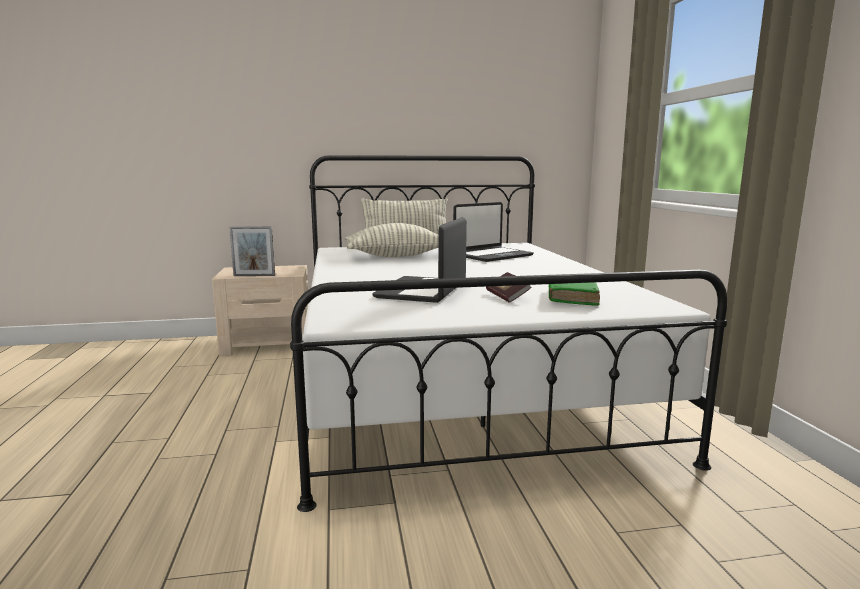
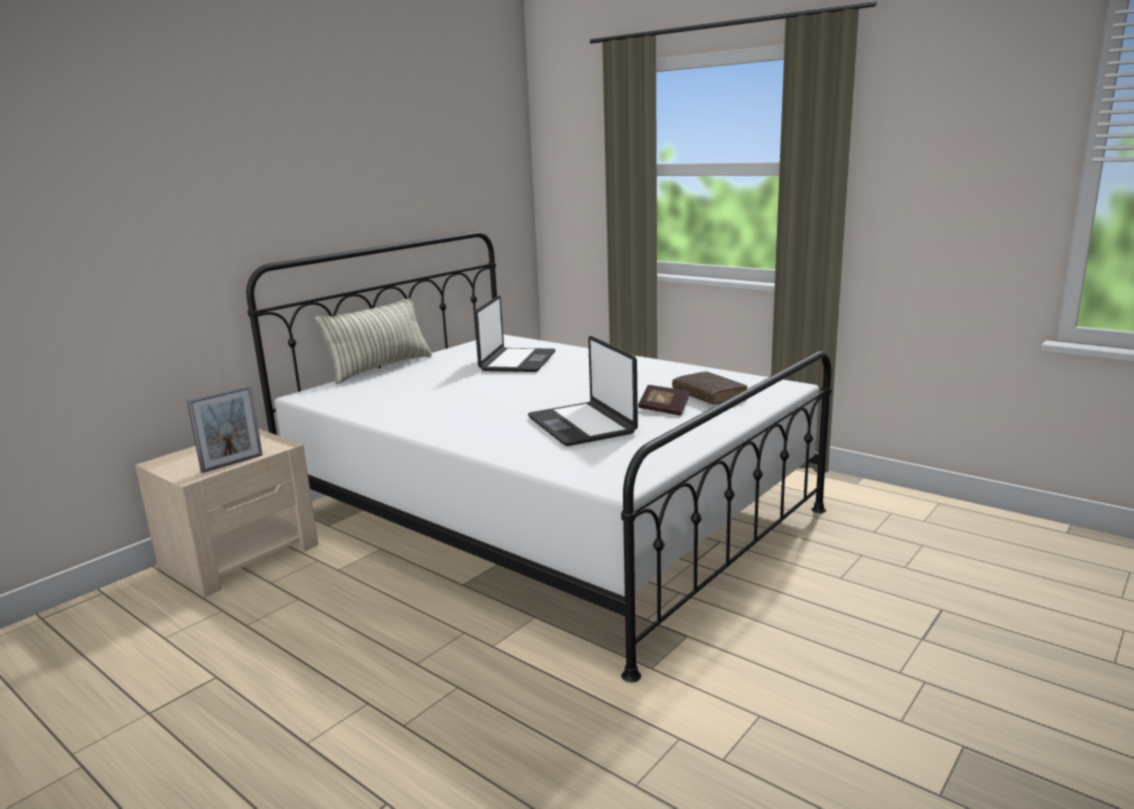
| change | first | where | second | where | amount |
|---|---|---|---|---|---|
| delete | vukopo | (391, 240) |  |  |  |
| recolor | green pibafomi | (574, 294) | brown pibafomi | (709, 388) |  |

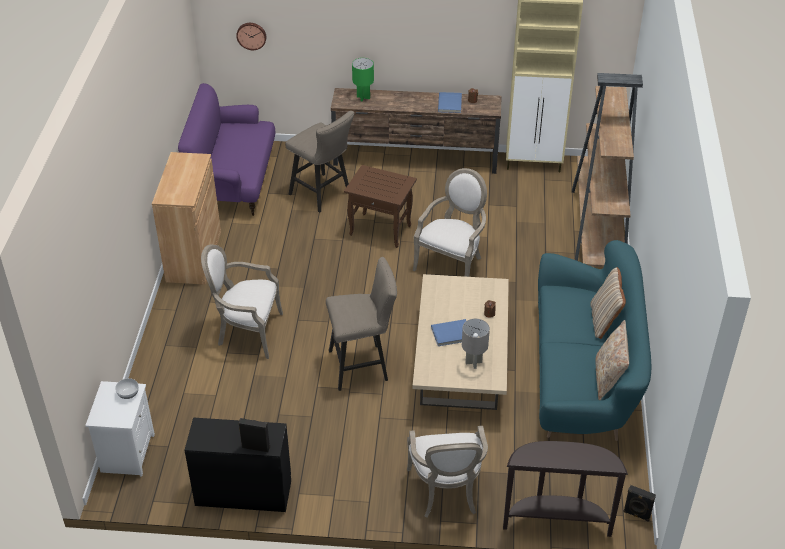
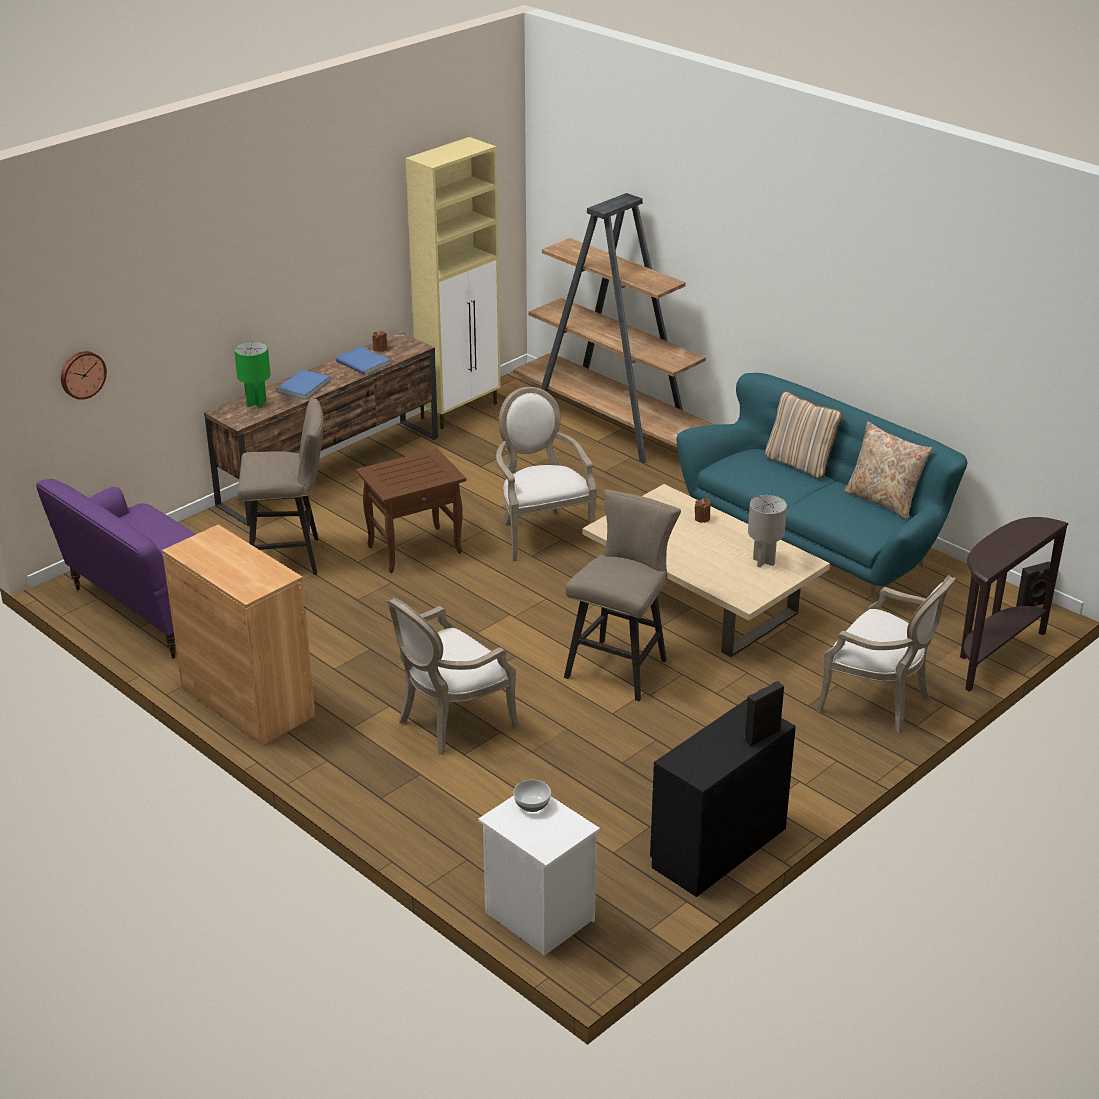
| change | first | where | second | where | amount |
|---|---|---|---|---|---|
| move | blue pibafomi | (452, 332) |  | (303, 385) |  |

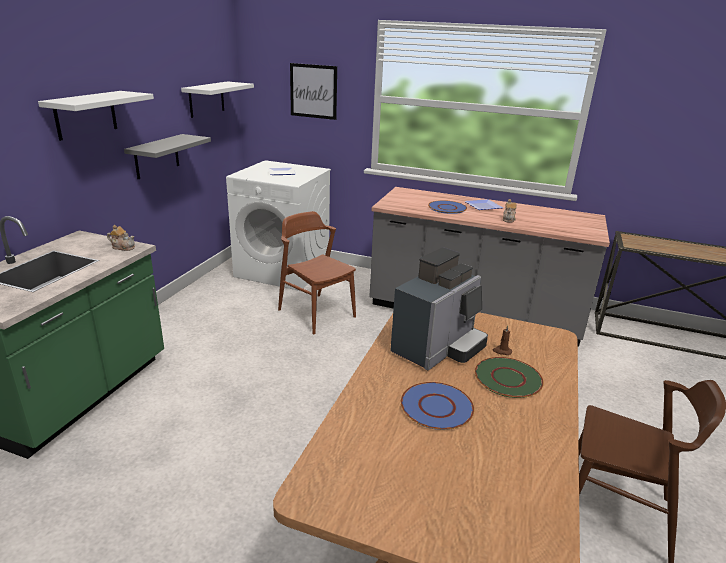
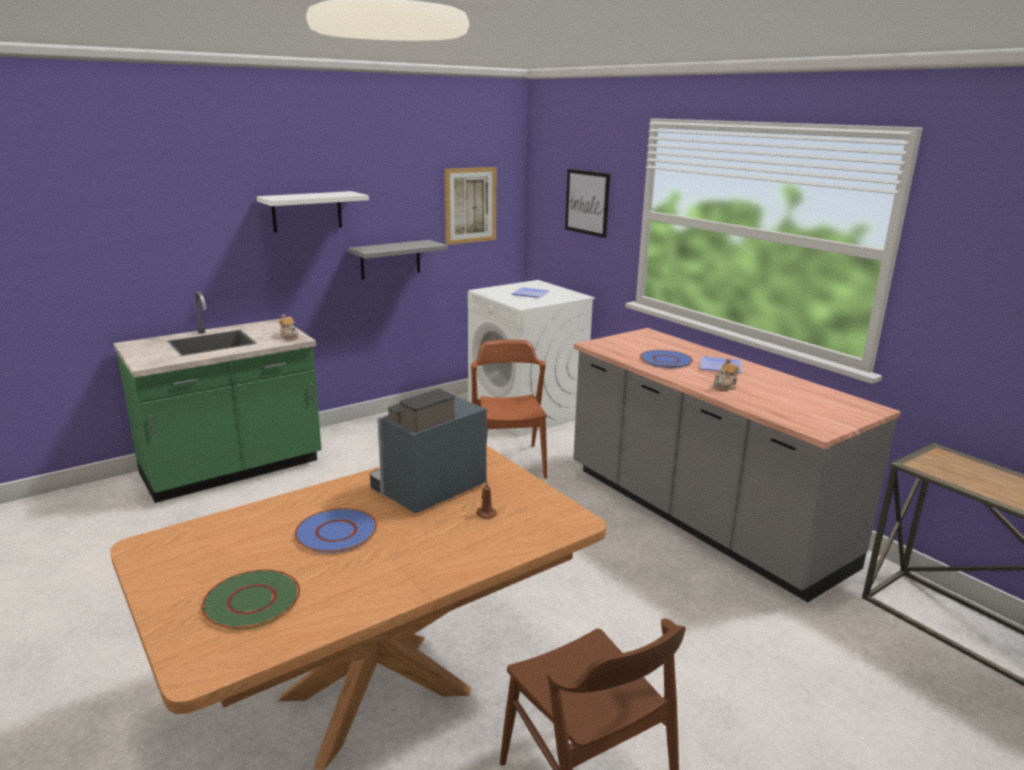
| change | first | where | second | where | amount |
|---|---|---|---|---|---|
| replace | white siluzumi | (217, 99) | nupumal | (470, 206) |  |
| rotate | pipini | (439, 308) |  | (428, 451) | 150 degrees clockwise |
| move | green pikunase | (509, 377) |  | (250, 599) |  |

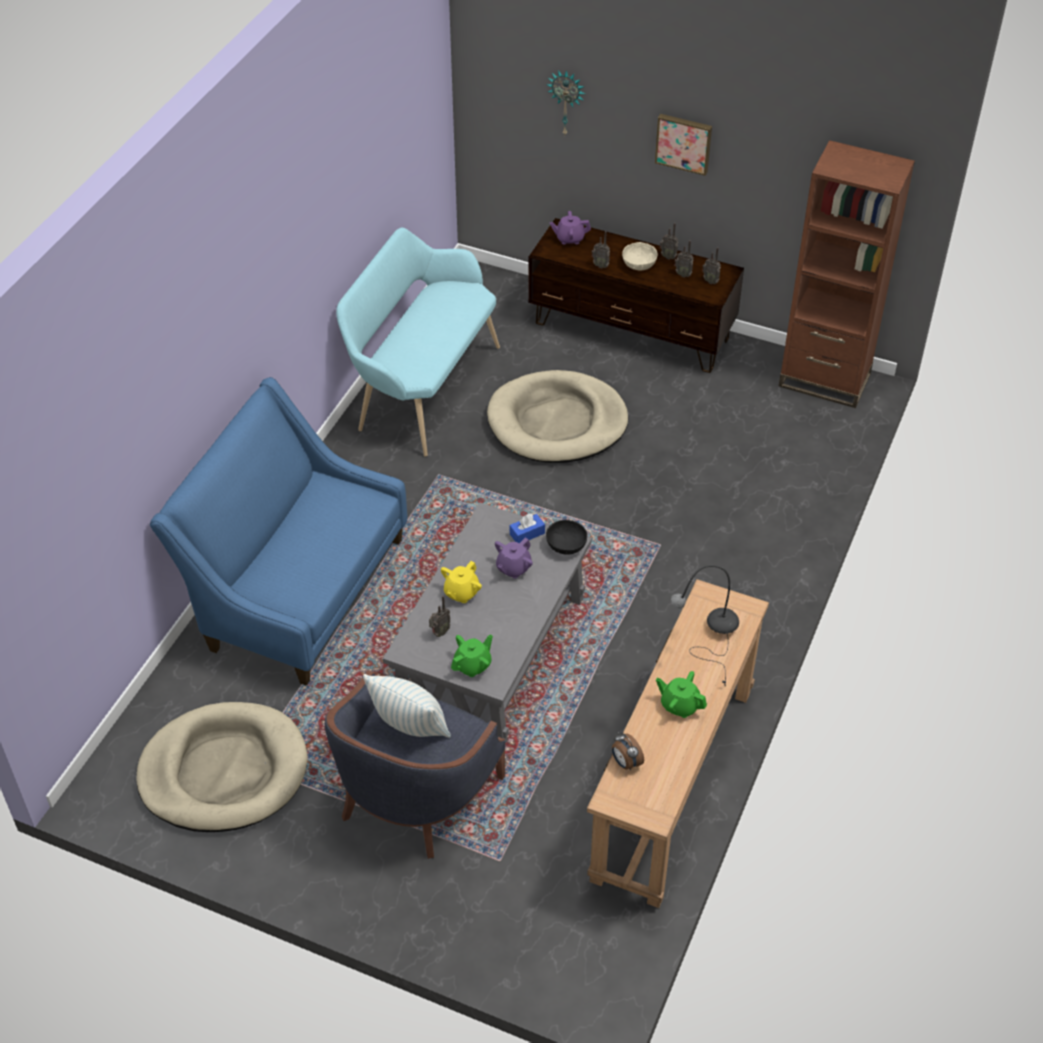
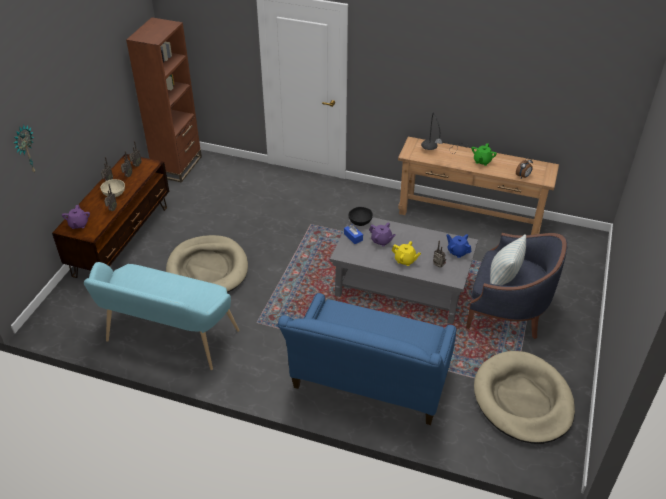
| change | first | where | second | where | amount |
|---|---|---|---|---|---|
| delete | nupumal | (683, 145) |  |  |  |
| recolor | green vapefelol | (472, 655) | blue vapefelol | (459, 246) |  |

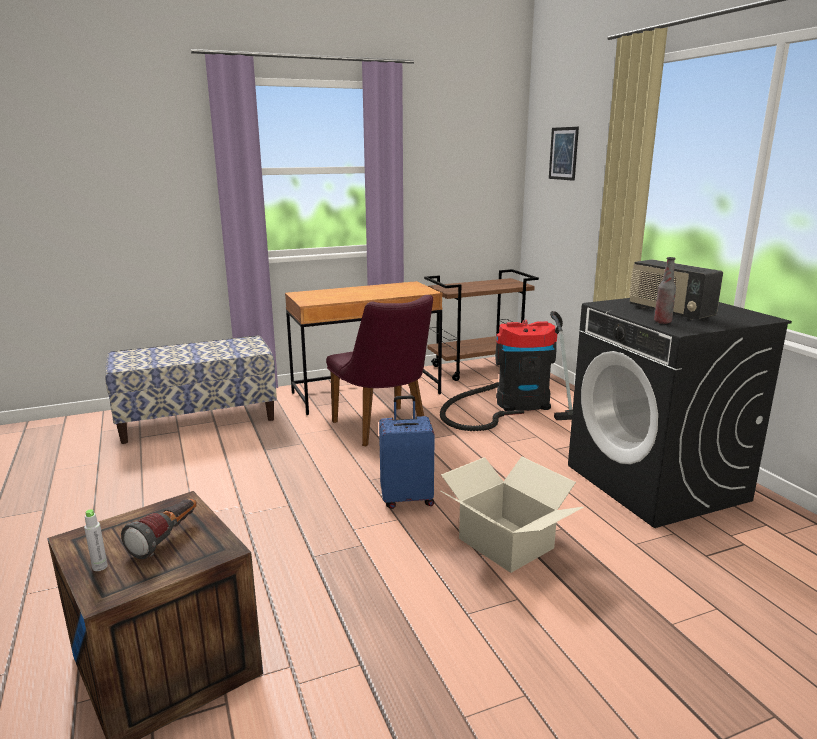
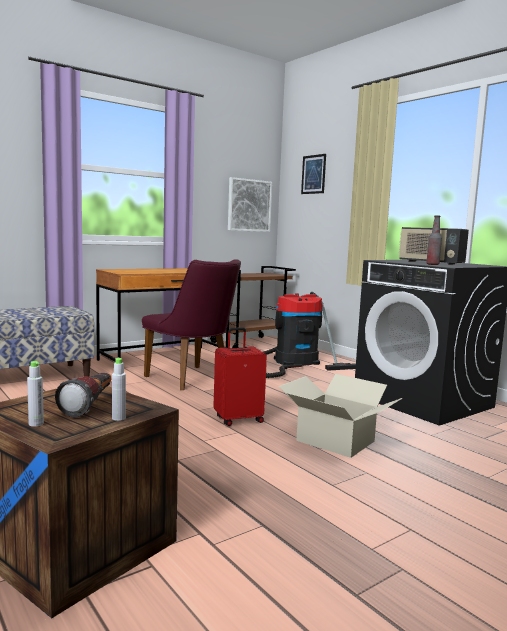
| change | first | where | second | where | amount |
|---|---|---|---|---|---|
| recolor | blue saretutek | (407, 452) | red saretutek | (240, 376) |  |
| insert |  |  | nupumal | (250, 204) |  |
| insert |  |  | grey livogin | (119, 389) |  |

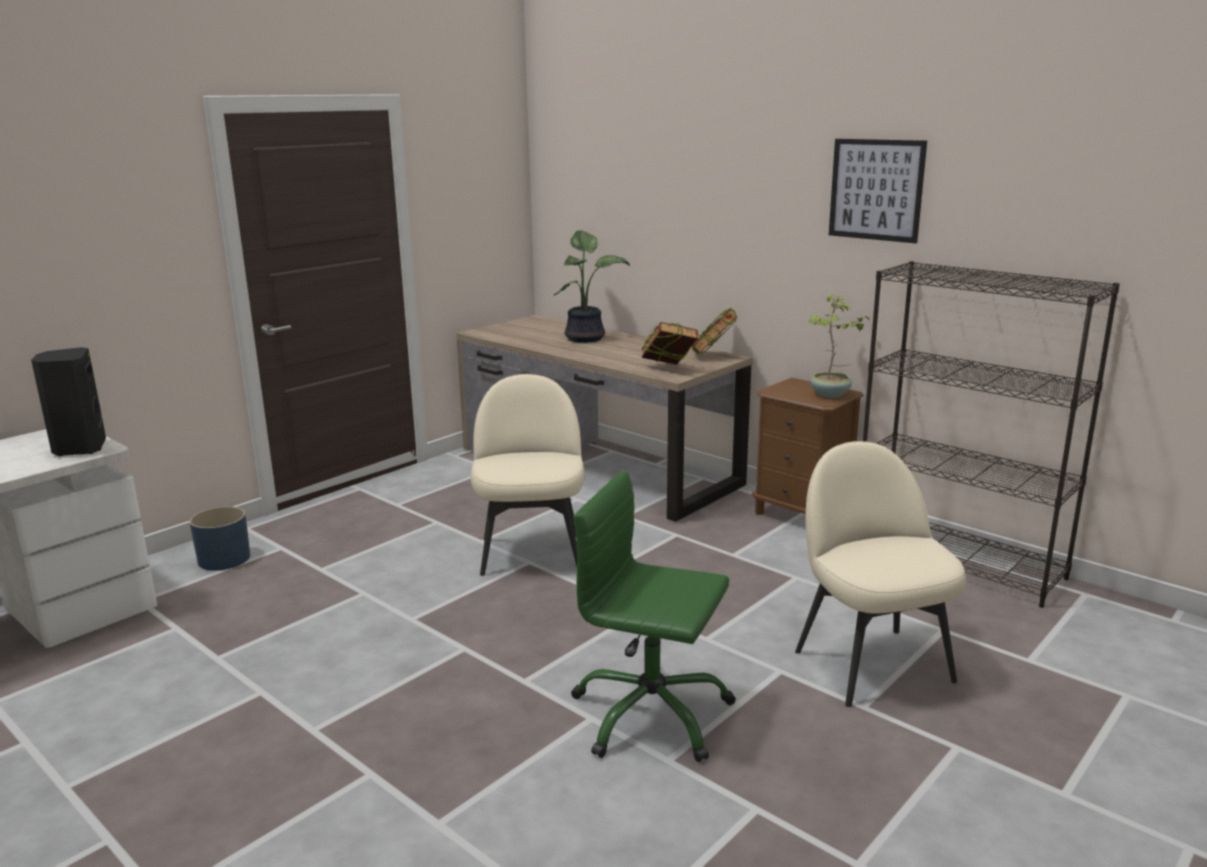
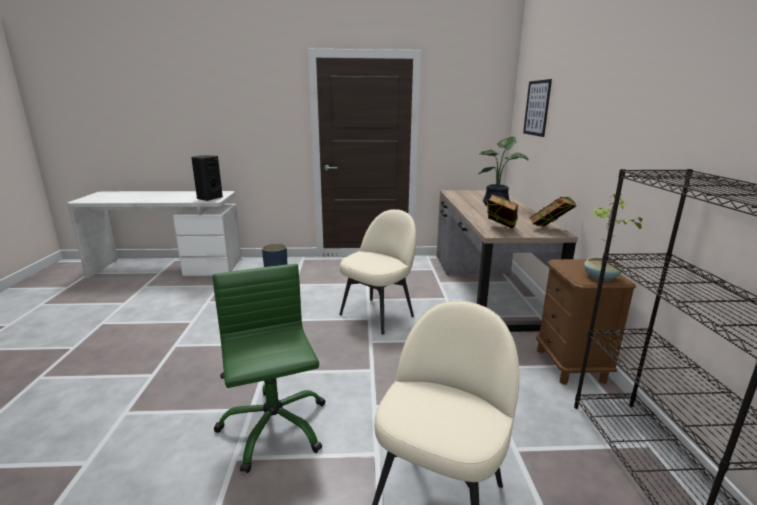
| change | first | where | second | where | amount |
|---|---|---|---|---|---|
| move | nupumal | (878, 191) |  | (537, 108) |  |

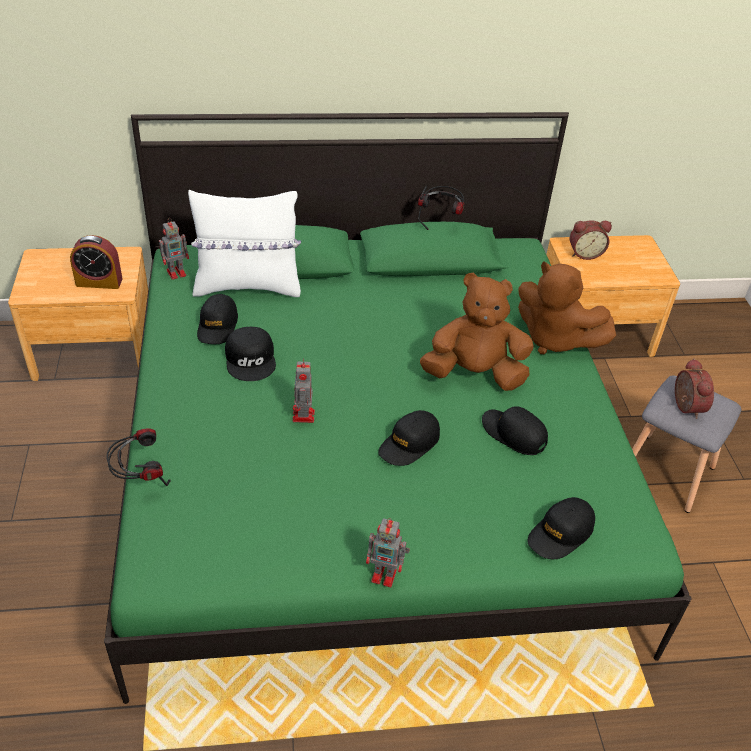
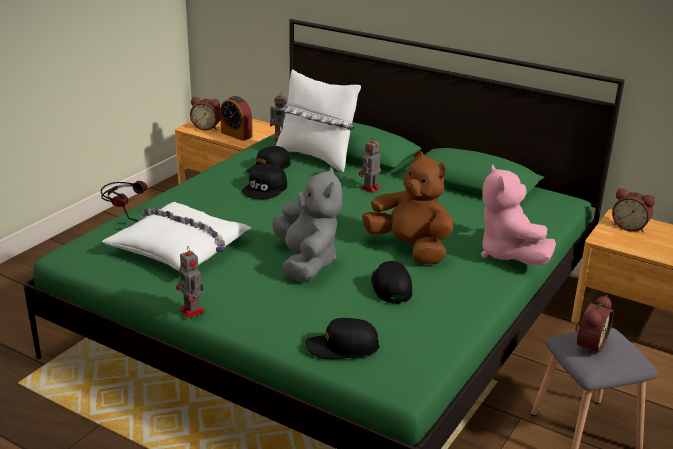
| change | first | where | second | where | amount |
|---|---|---|---|---|---|
| delete | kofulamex | (441, 207) |  |  |  |
| recolor | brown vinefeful | (567, 308) | pink vinefeful | (518, 215) |  |
| move | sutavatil | (304, 390) |  | (370, 164) |  |
| replace | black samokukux | (409, 438) | grey vinefeful | (307, 224) |  |
| insert |  |  | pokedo | (205, 113) |  |
| insert |  |  | white vukopo | (176, 236) |  |

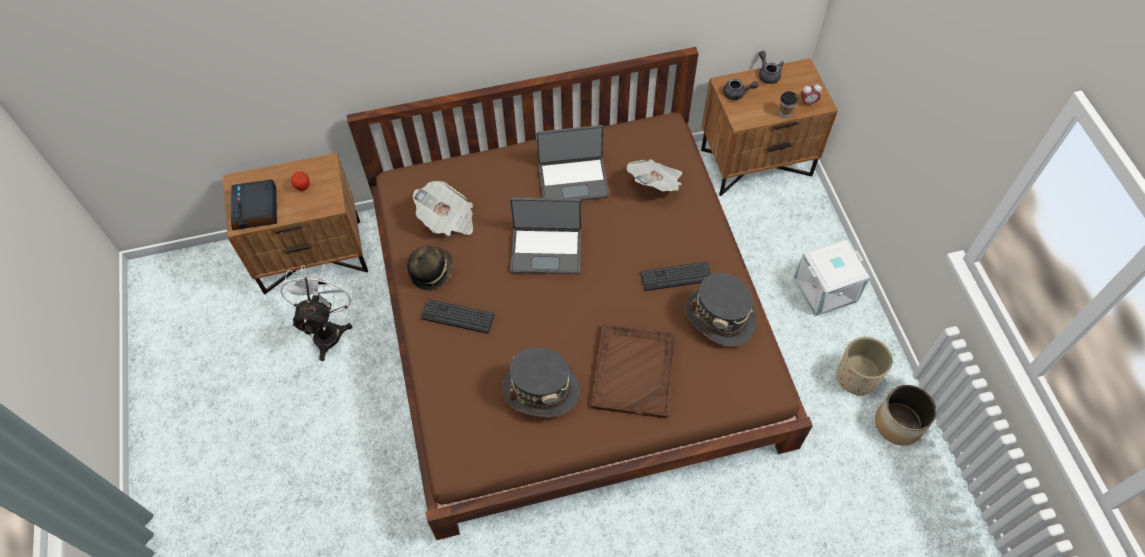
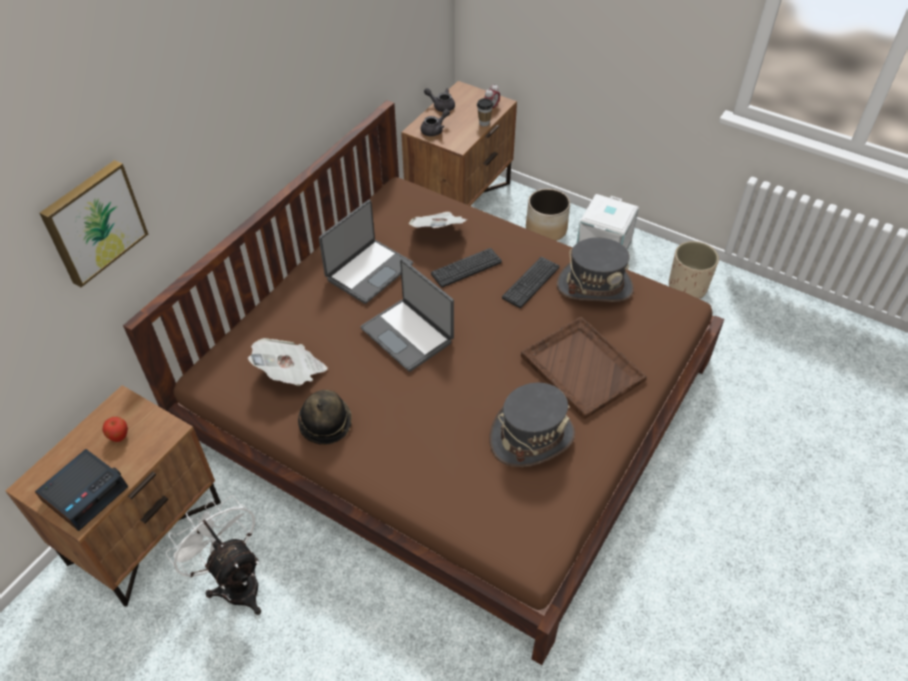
| change | first | where | second | where | amount |
|---|---|---|---|---|---|
| rotate | pokedo | (254, 205) |  | (82, 490) | 90 degrees counterclockwise |
| rotate | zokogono | (545, 235) |  | (407, 315) | 90 degrees clockwise |
| move | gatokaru | (458, 316) |  | (466, 268) |  |
| move | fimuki | (905, 415) |  | (548, 215) |  |
| insert |  |  | nupumal | (94, 223) |  |

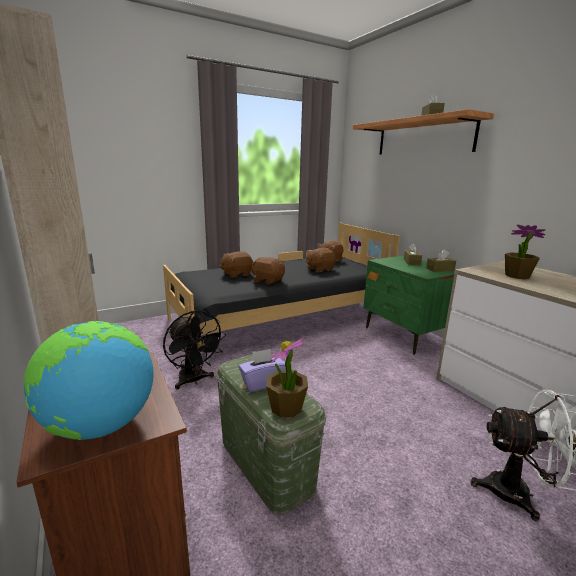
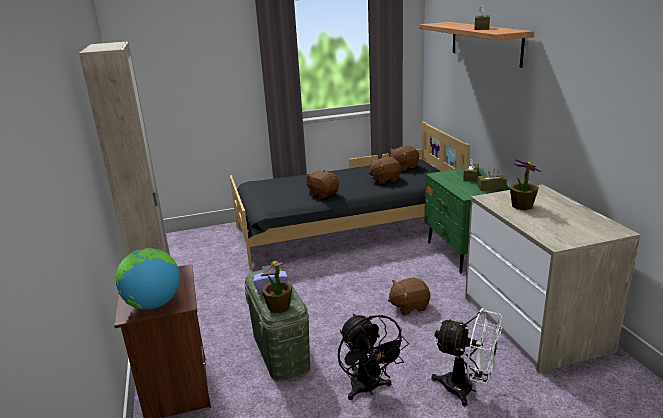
| change | first | where | second | where | amount |
|---|---|---|---|---|---|
| move | brown vinefeful | (236, 264) |  | (409, 296) |  |
| move | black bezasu | (194, 350) |  | (373, 357) |  |

